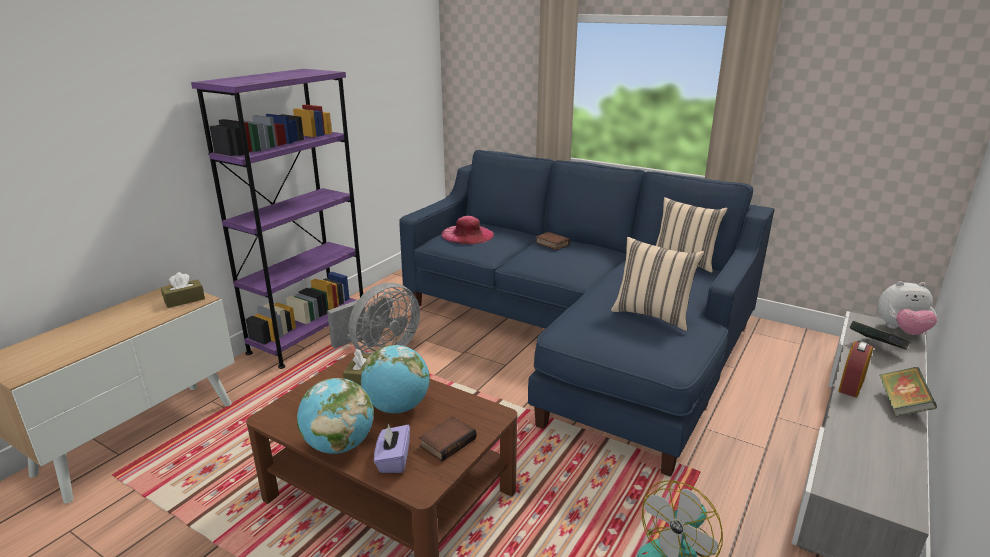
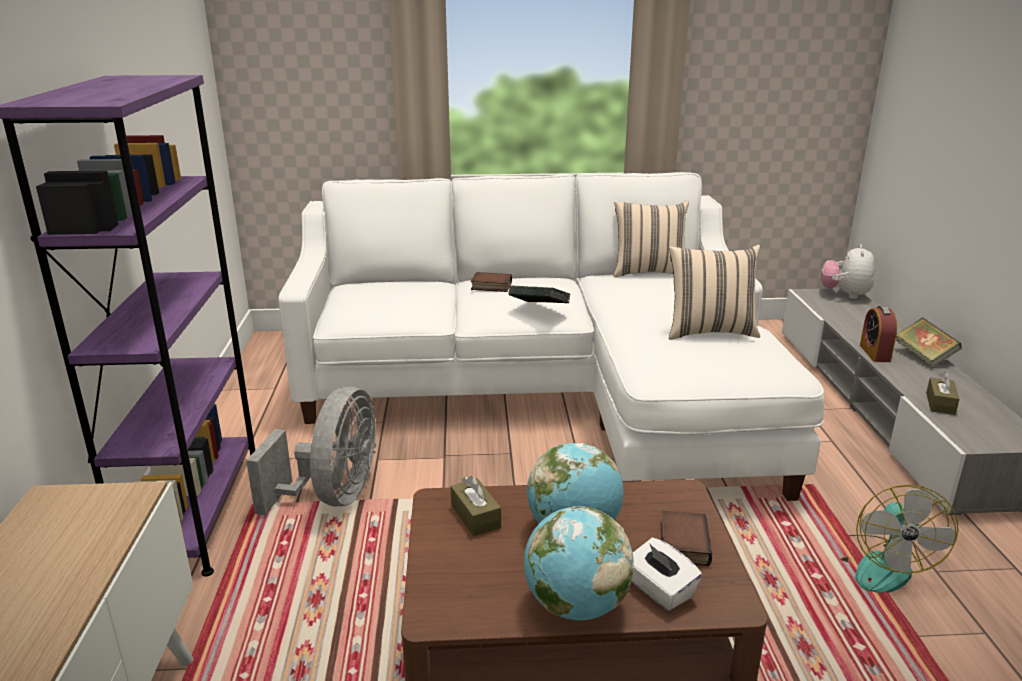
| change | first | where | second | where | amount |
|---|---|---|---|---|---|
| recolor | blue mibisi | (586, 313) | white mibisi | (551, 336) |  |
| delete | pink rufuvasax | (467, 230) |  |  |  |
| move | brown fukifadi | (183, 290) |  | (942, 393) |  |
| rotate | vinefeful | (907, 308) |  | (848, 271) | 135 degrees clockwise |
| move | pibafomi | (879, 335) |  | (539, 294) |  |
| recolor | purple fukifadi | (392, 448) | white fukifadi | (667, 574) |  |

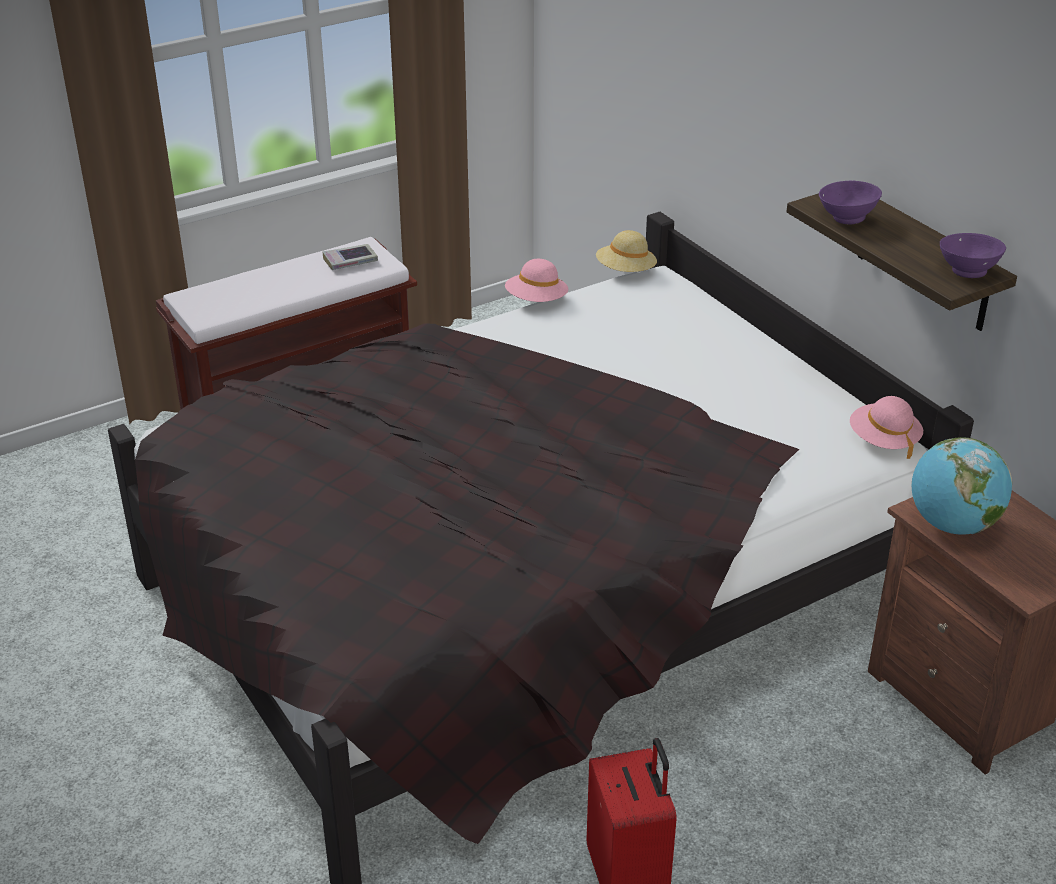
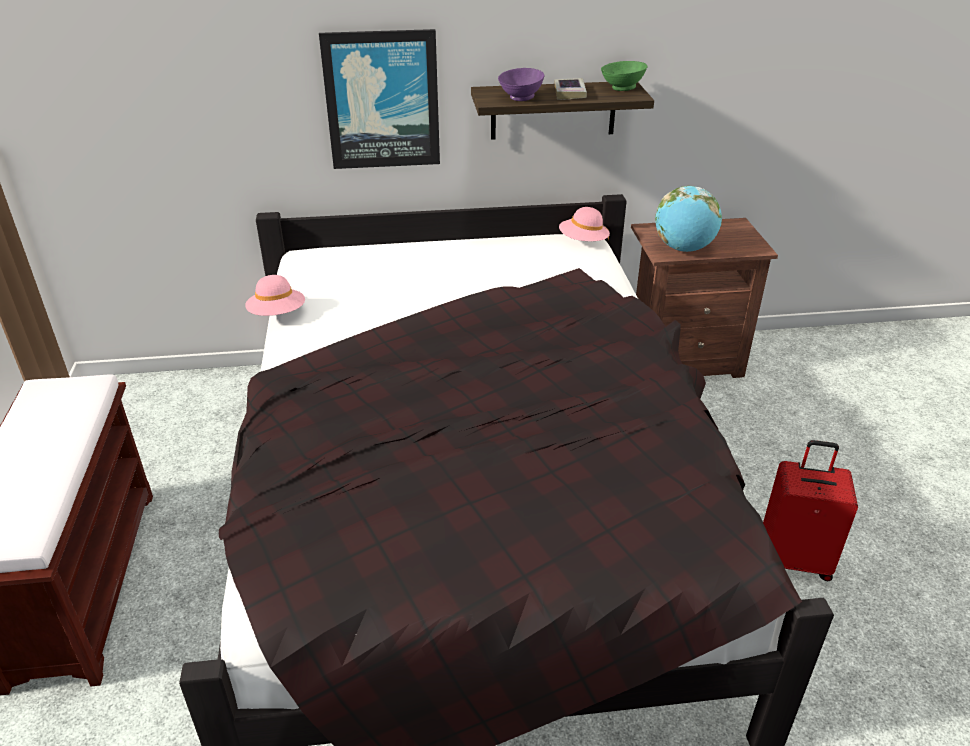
| change | first | where | second | where | amount |
|---|---|---|---|---|---|
| delete | beige rufuvasax | (626, 251) |  |  |  |
| recolor | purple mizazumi | (973, 255) | green mizazumi | (624, 76) |  |
| move | pibafomi | (350, 257) |  | (570, 89) |  |
| insert |  |  | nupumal | (379, 99) |  |

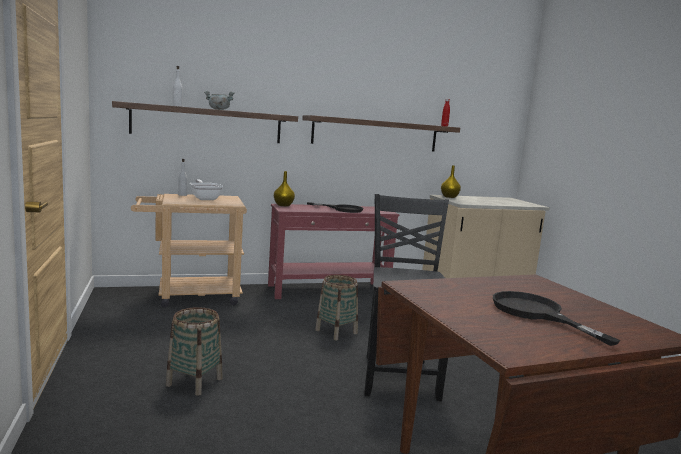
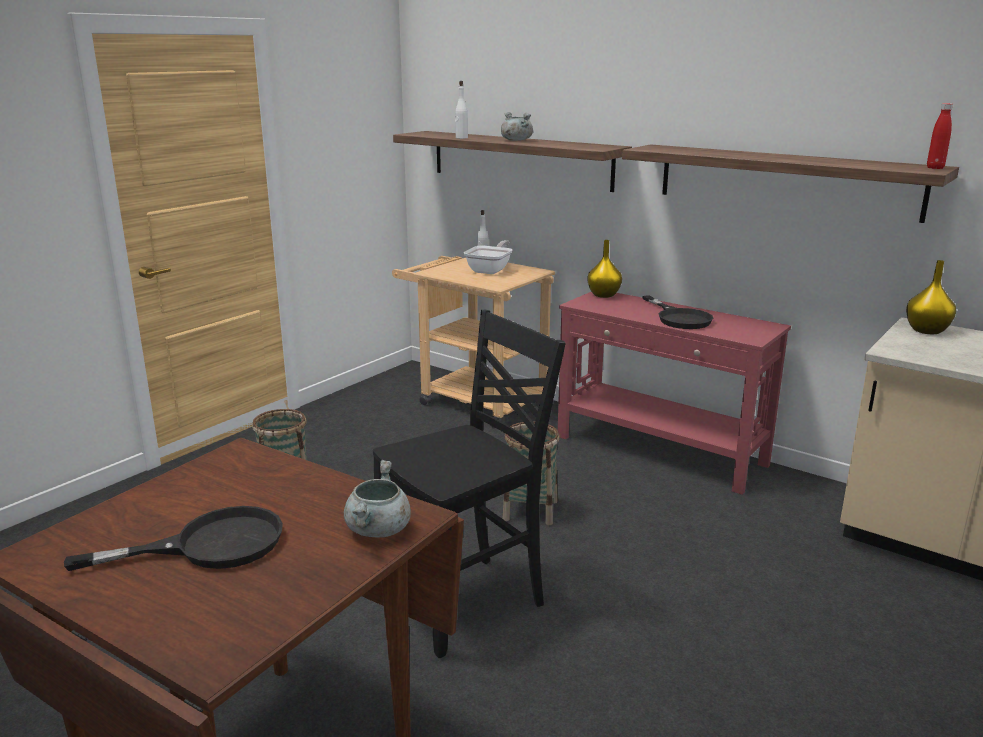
| change | first | where | second | where | amount |
|---|---|---|---|---|---|
| rotate | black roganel | (557, 318) |  | (173, 538) | 45 degrees clockwise |
| insert |  |  | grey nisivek | (377, 499) |  |

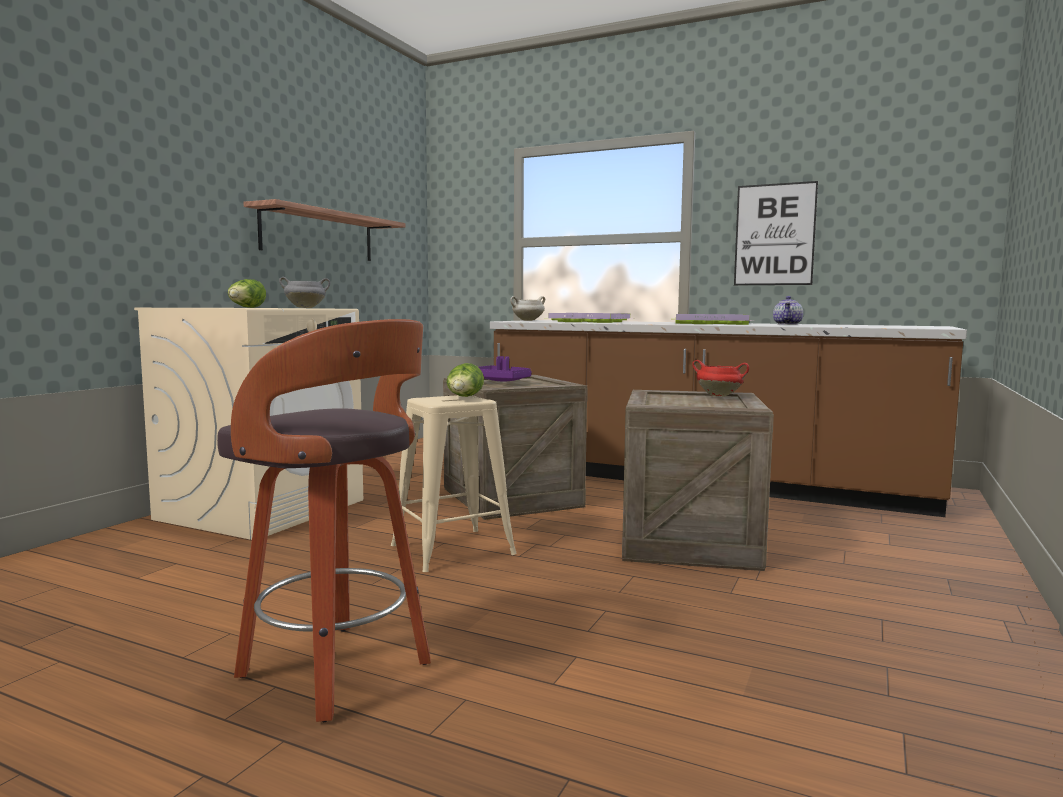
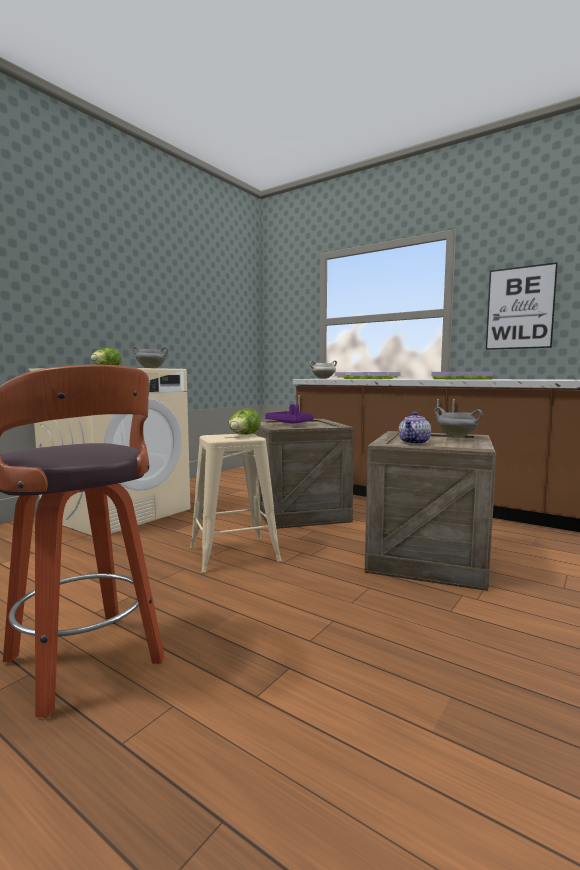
| change | first | where | second | where | amount |
|---|---|---|---|---|---|
| delete | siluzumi | (324, 230) |  |  |  |
| move | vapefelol | (788, 310) |  | (415, 428) |  |
| recolor | red nisivek | (720, 378) | grey nisivek | (458, 422) |  |

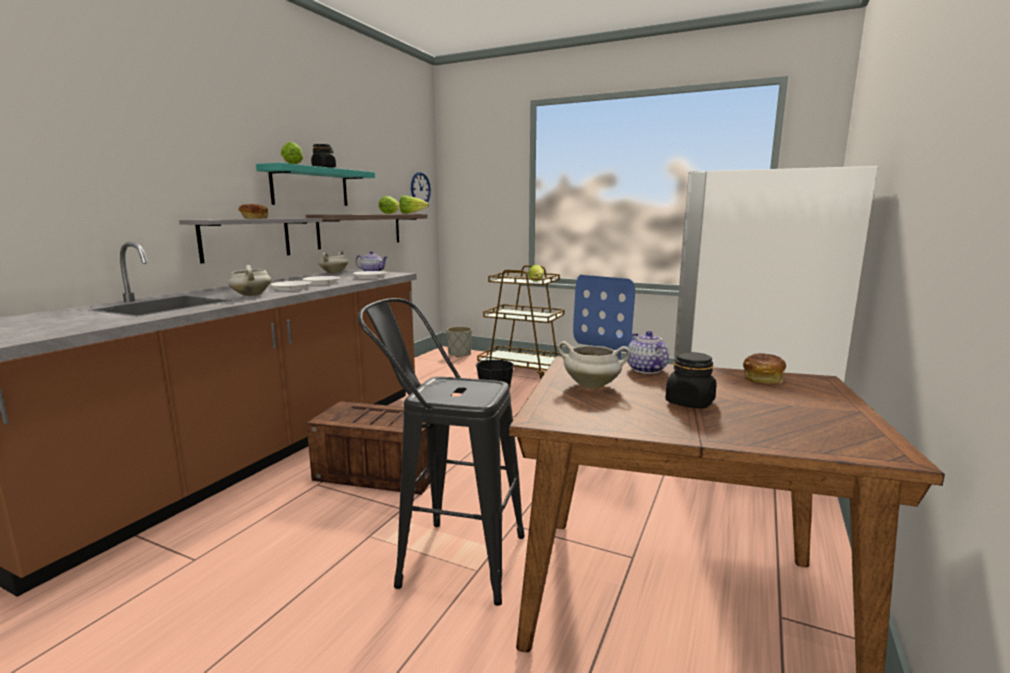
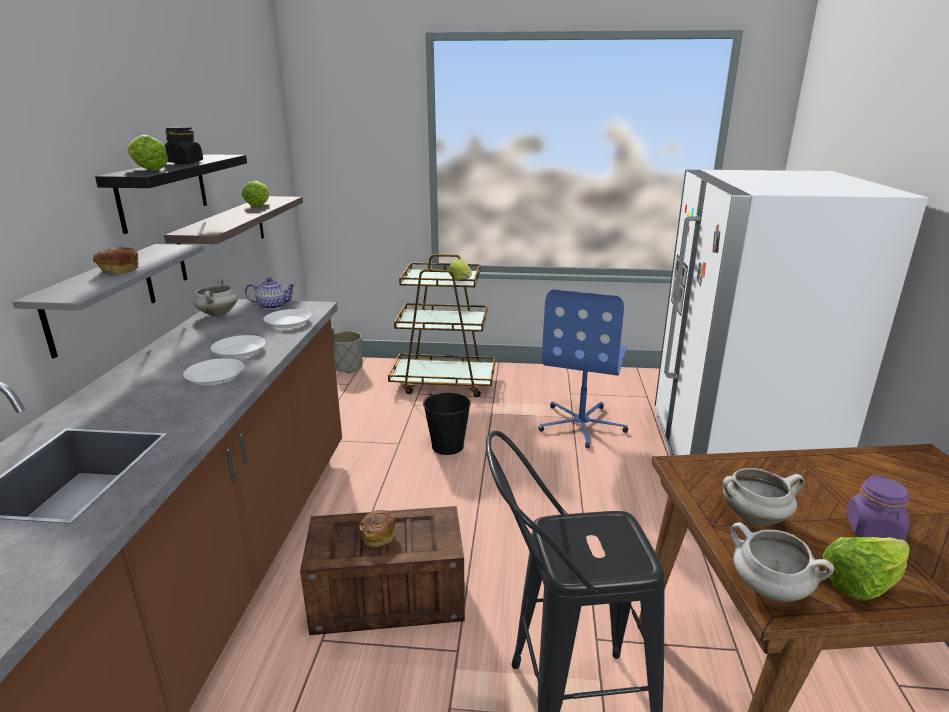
| change | first | where | second | where | amount |
|---|---|---|---|---|---|
| recolor | turquoise siluzumi | (315, 184) | black siluzumi | (171, 194) |  |
| delete | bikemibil | (421, 187) |  |  |  |
| move | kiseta | (414, 204) |  | (866, 569) |  |
| move | white nisivek | (249, 280) |  | (782, 562) |  |
| delete | vapefelol | (647, 352) |  |  |  |
| recolor | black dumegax | (691, 380) | purple dumegax | (877, 508) |  |
| move | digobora | (764, 368) |  | (377, 528) |  |

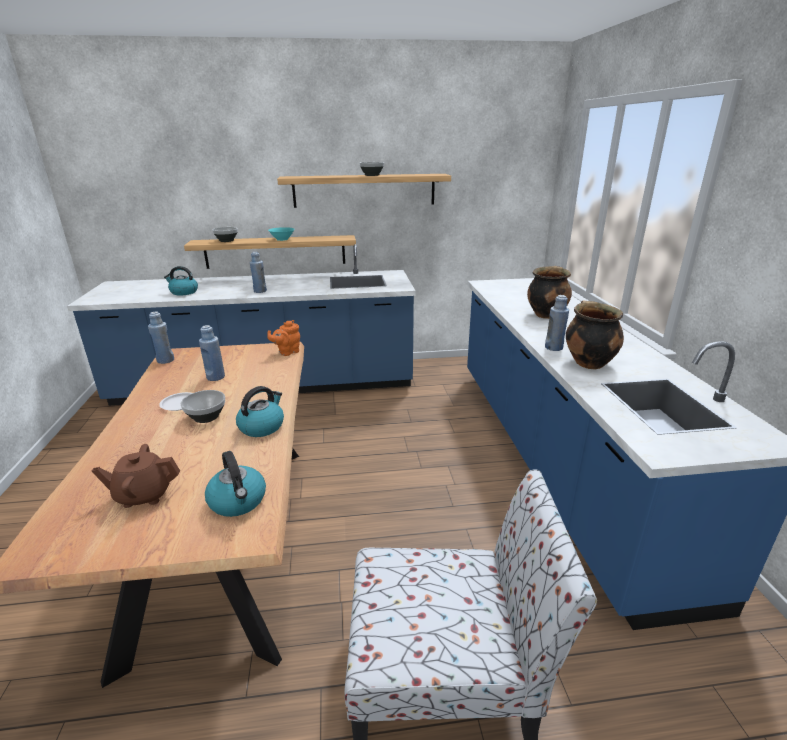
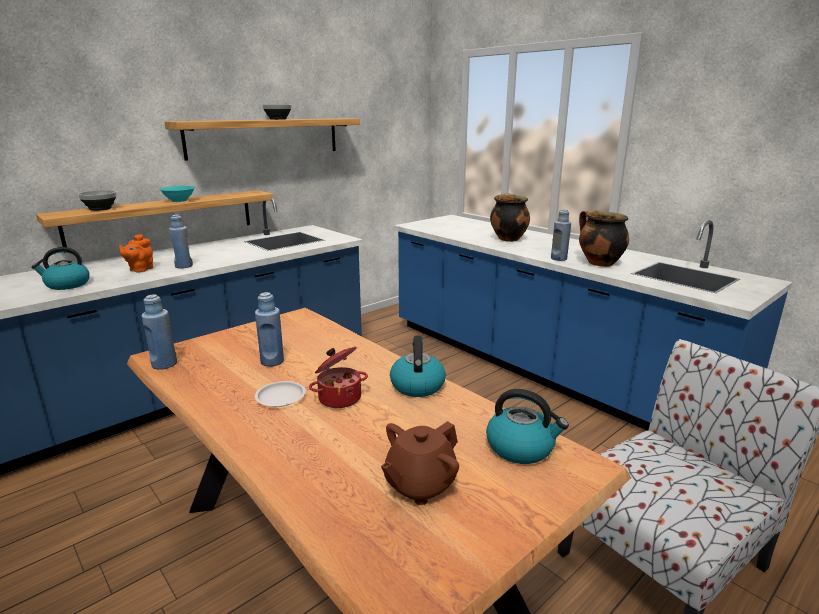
| change | first | where | second | where | amount |
|---|---|---|---|---|---|
| move | orange vapefelol | (283, 338) |  | (136, 253) |  |
| replace | mizazumi | (203, 406) | nisivek | (338, 377) |  |

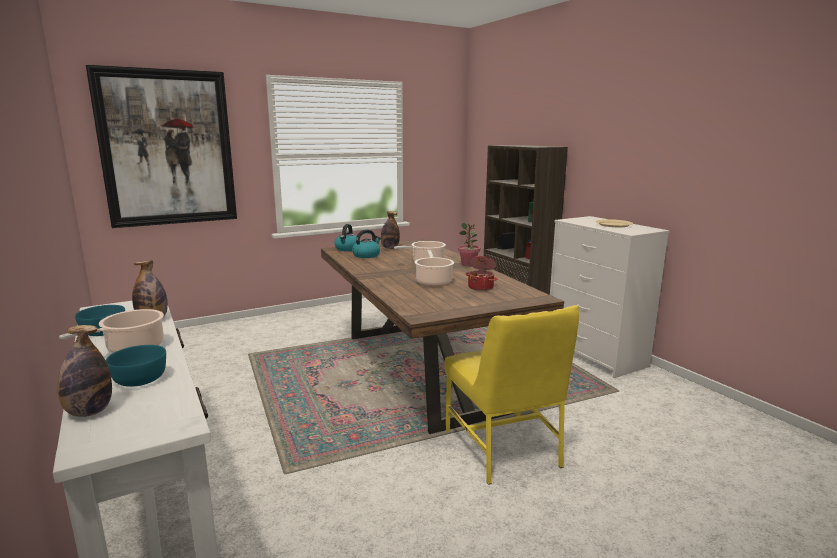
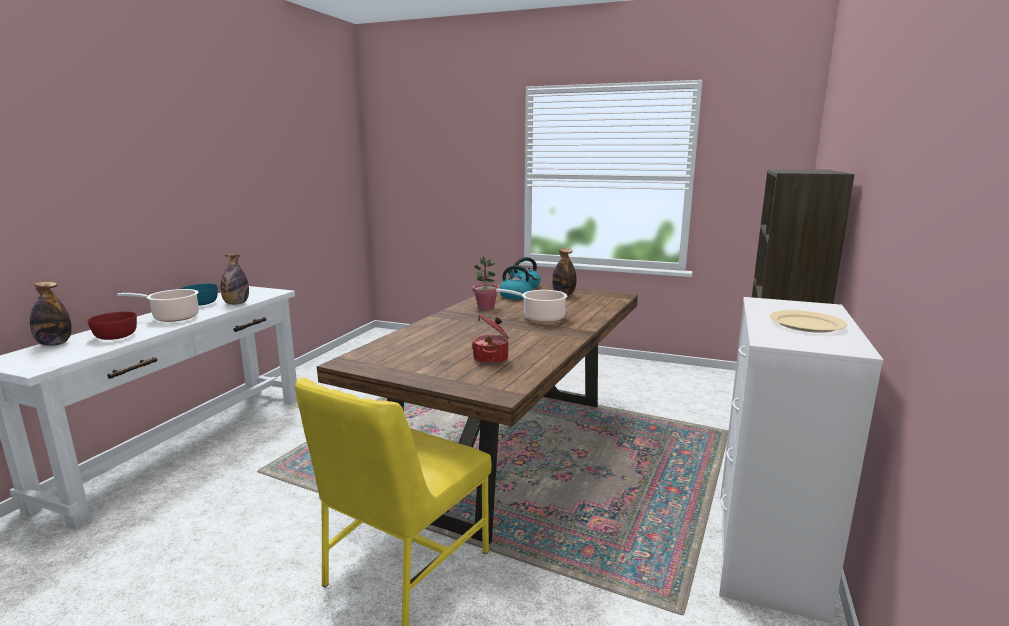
| change | first | where | second | where | amount |
|---|---|---|---|---|---|
| delete | nupumal | (161, 146) |  |  |  |
| move | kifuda | (469, 244) |  | (485, 283) |  |
| delete | nisivek | (434, 268) |  |  |  |
| recolor | turquoise mizazumi | (136, 366) | red mizazumi | (112, 325) |  |

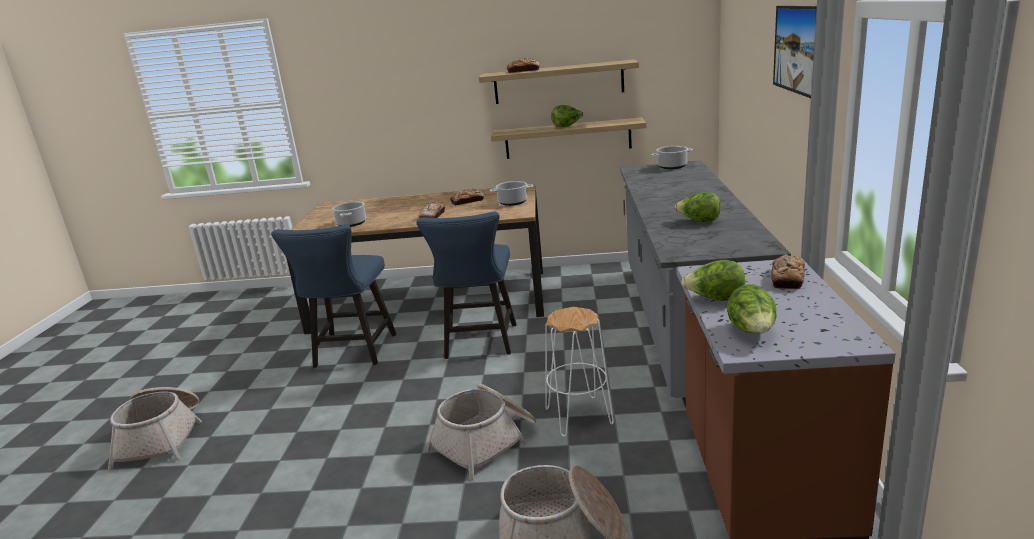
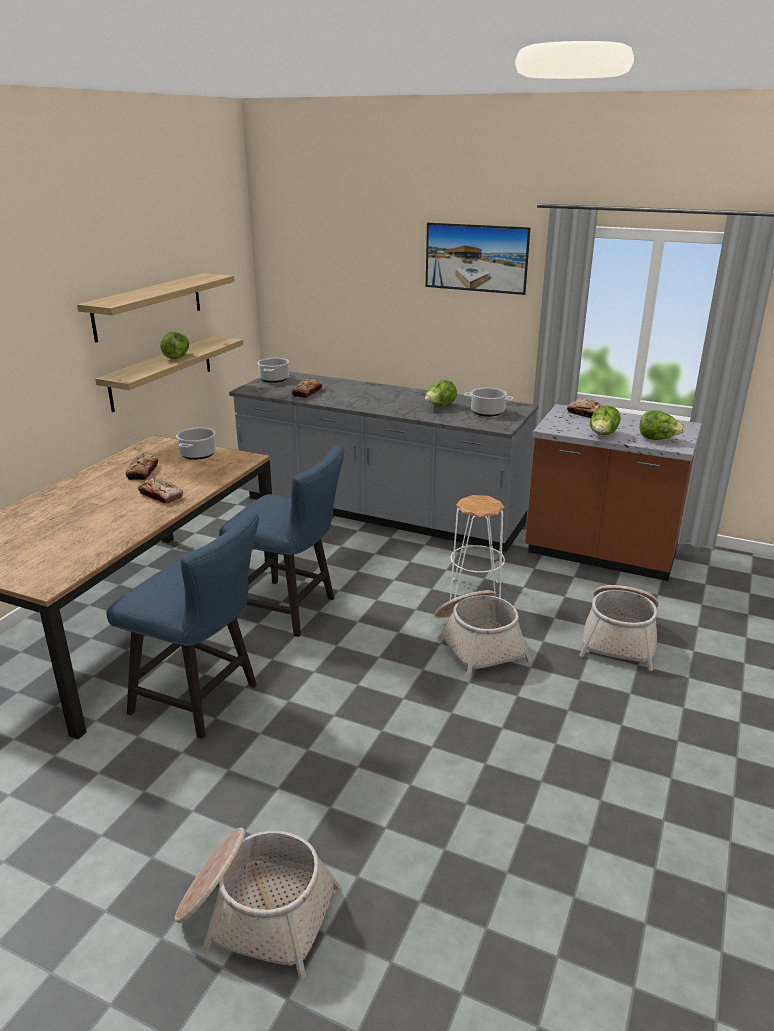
| change | first | where | second | where | amount |
|---|---|---|---|---|---|
| move | digobora | (523, 65) |  | (307, 388) |  |
| move | nisivek | (349, 214) |  | (489, 402) |  |

